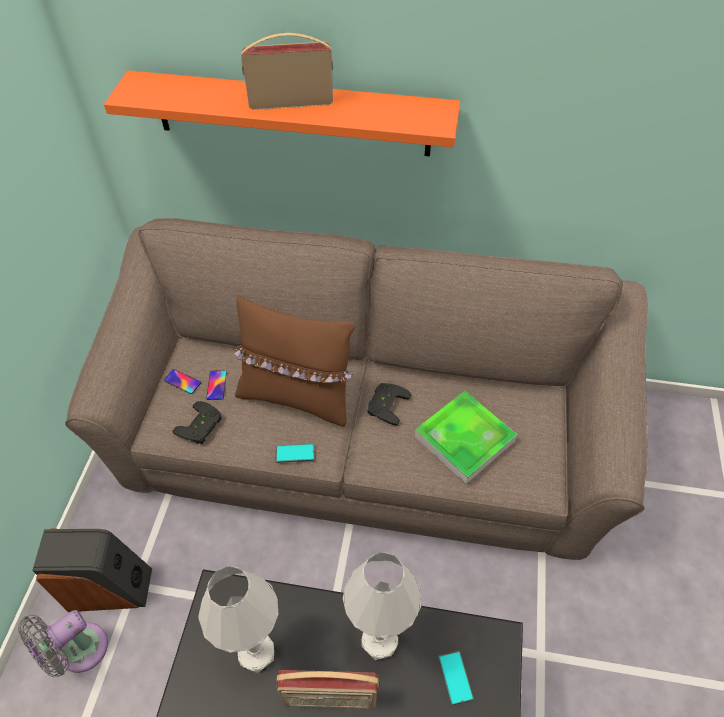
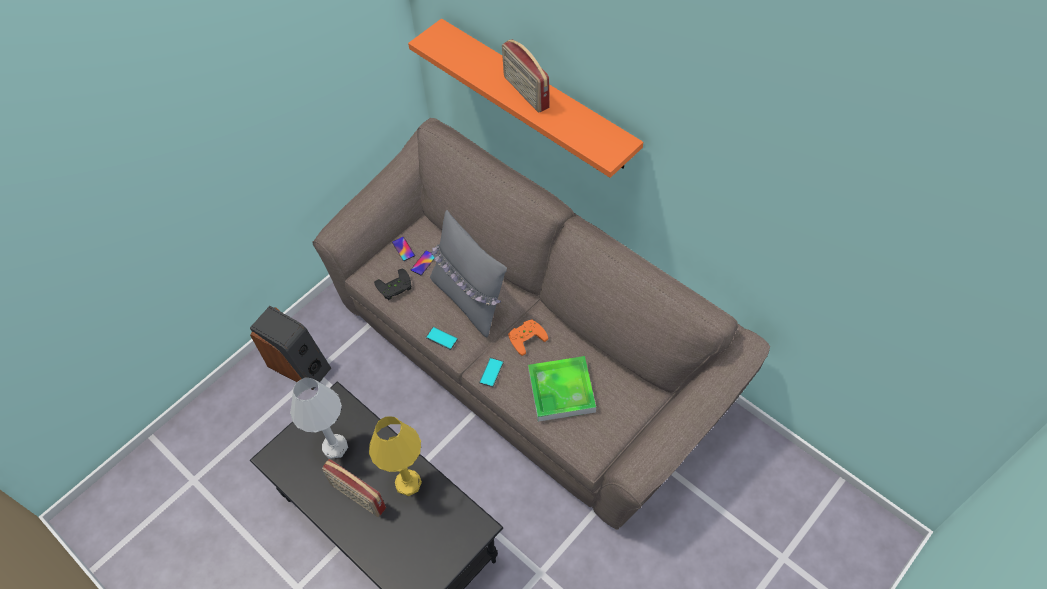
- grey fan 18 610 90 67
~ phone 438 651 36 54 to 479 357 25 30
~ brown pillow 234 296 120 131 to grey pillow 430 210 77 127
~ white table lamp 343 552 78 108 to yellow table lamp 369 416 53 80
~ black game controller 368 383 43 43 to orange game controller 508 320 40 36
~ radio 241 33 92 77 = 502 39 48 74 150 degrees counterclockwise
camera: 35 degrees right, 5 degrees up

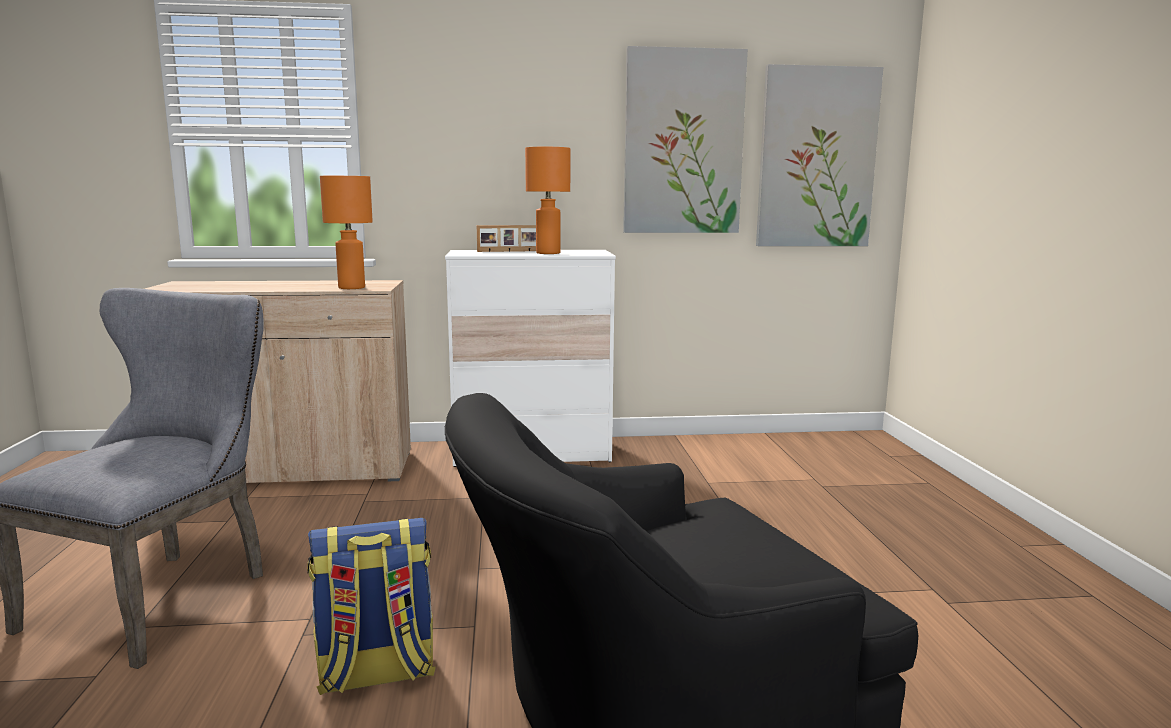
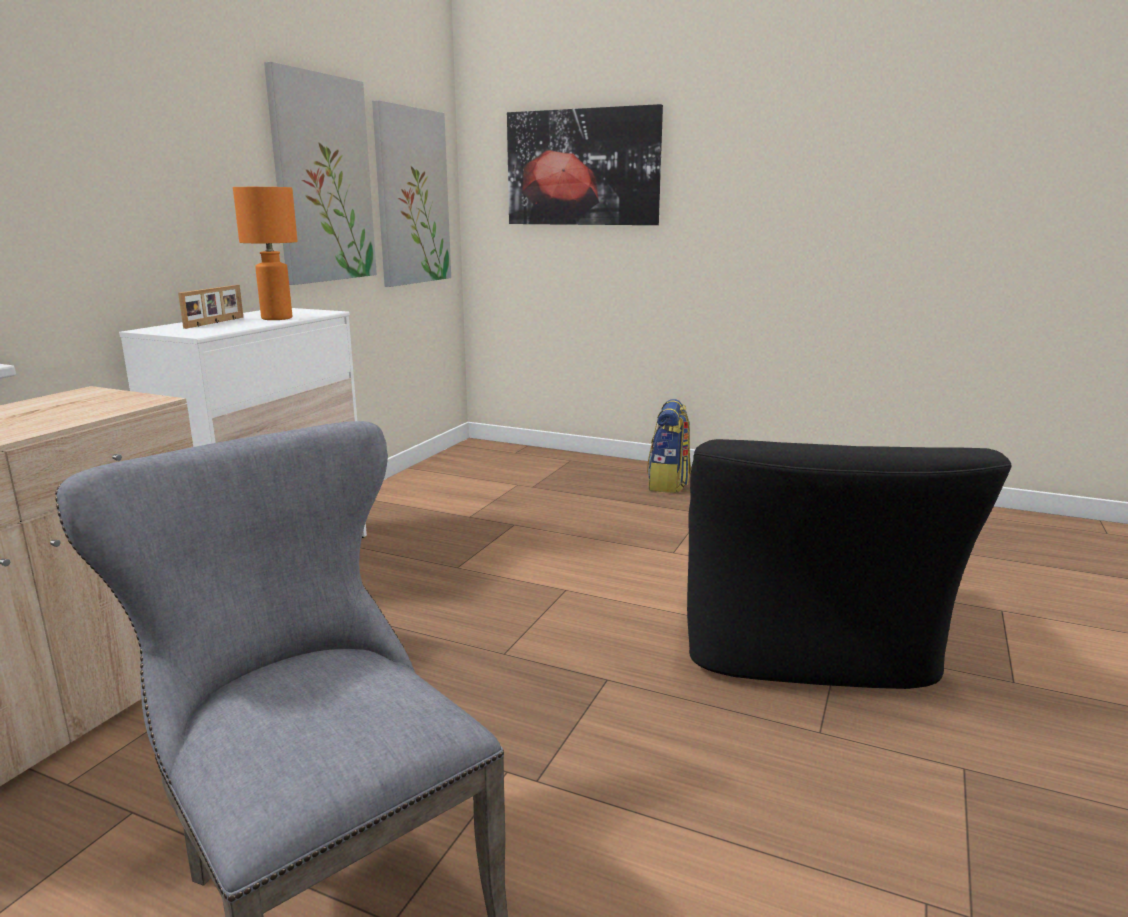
- orange table lamp 320 176 53 113
+ picture 507 104 156 121
~ backpack 307 518 129 177 to 647 399 44 94
camera: 60 degrees left, 5 degrees up

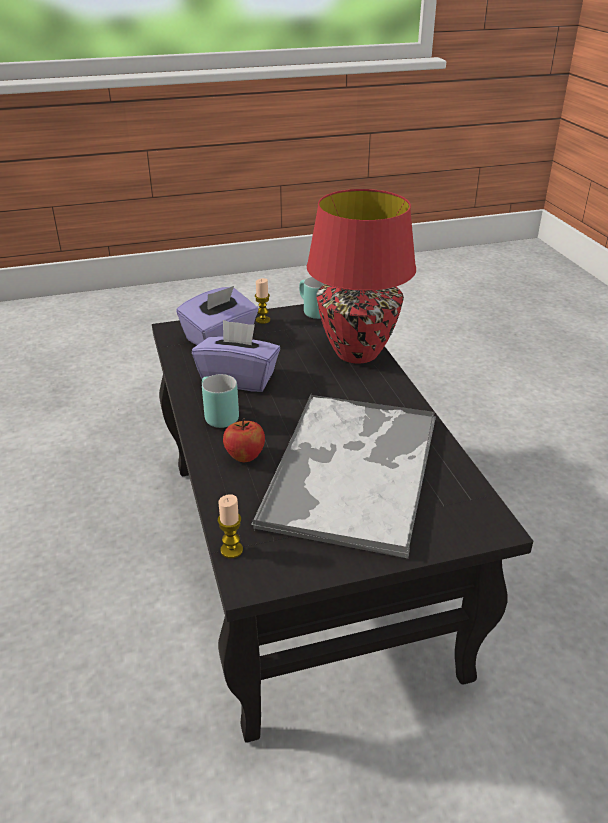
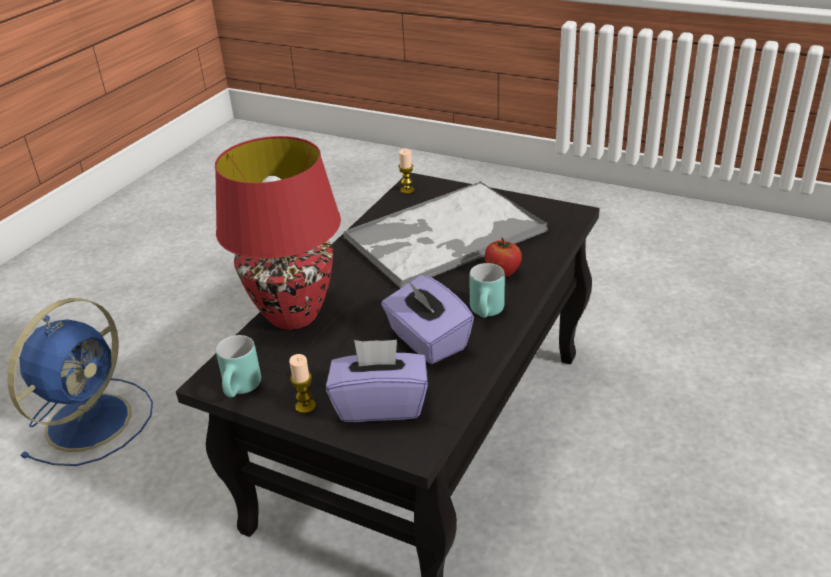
+ blue fan 7 298 146 168
~ candle 218 494 25 64 to 398 149 16 45
camera: 135 degrees left, 0 degrees up

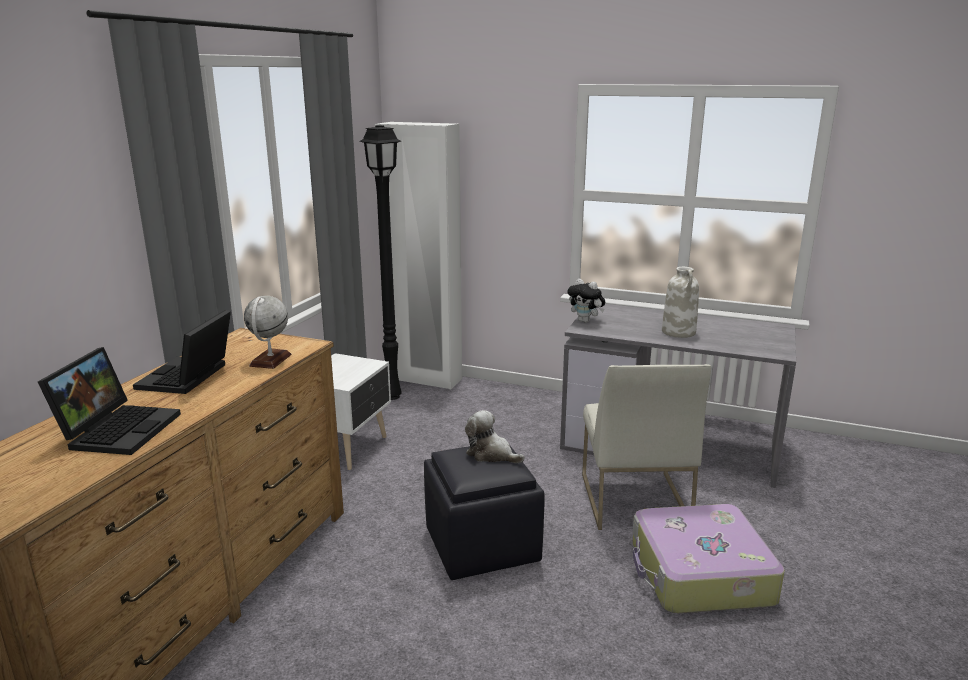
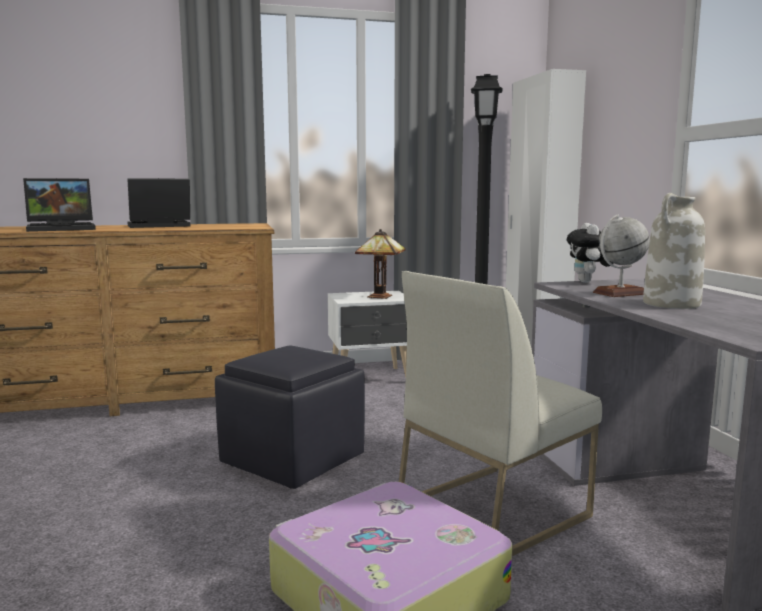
- plush toy 465 410 60 53
+ table lamp 355 229 51 70
~ globe 244 296 48 73 to 593 214 57 83
camera: 55 degrees right, 10 degrees down

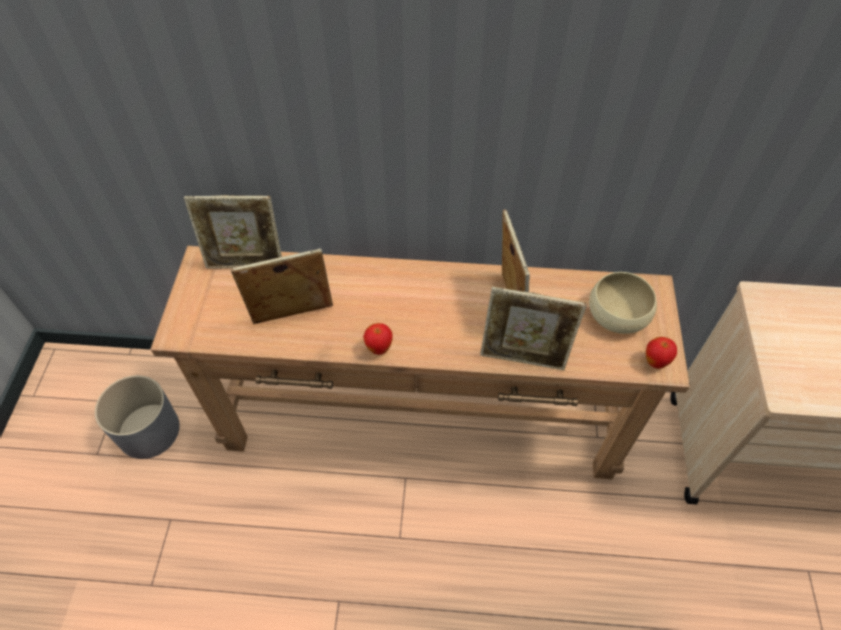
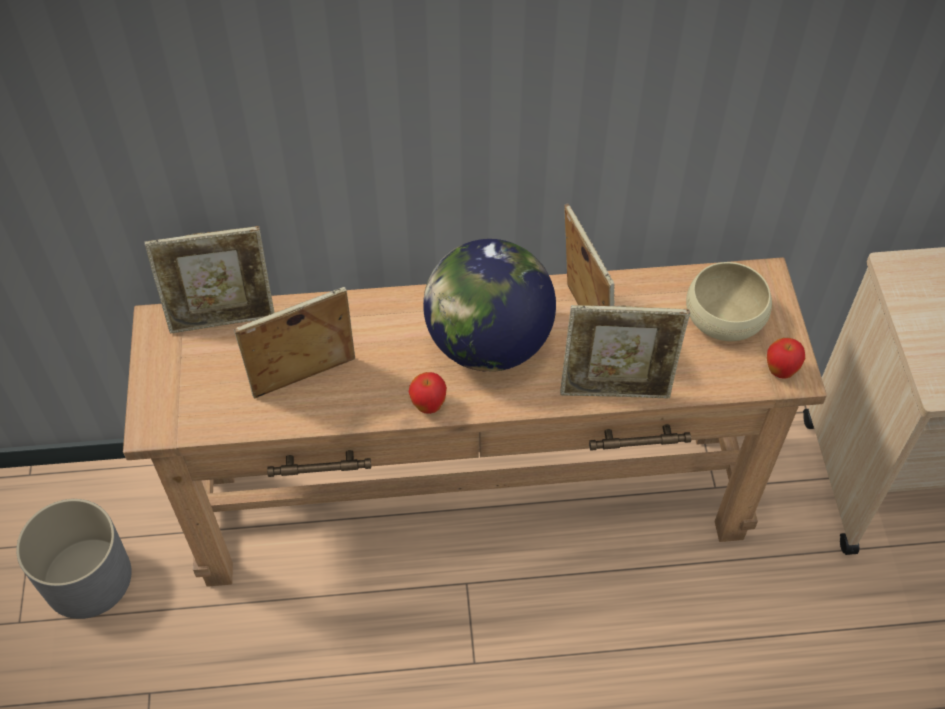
+ globe 423 239 133 133
camera: 10 degrees left, 0 degrees up

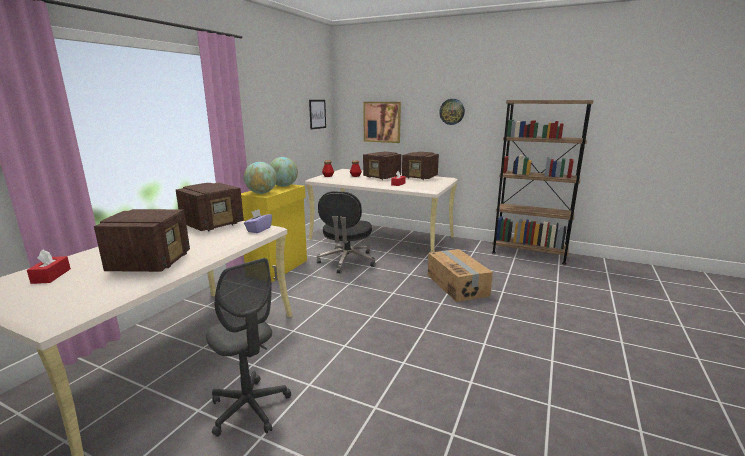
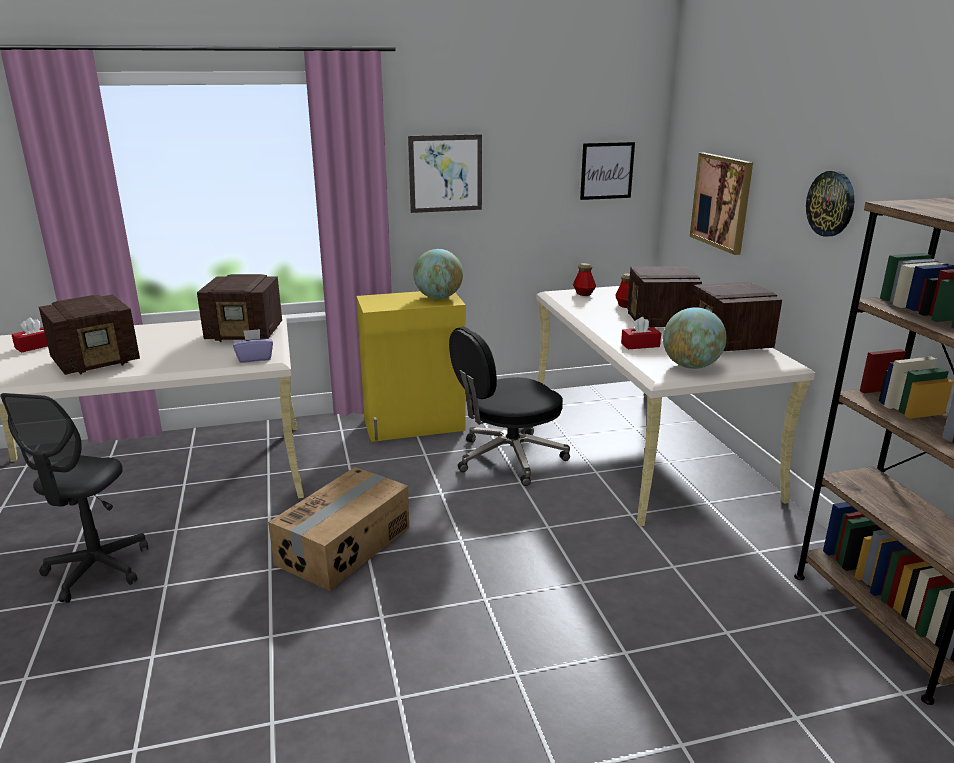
+ picture 408 134 74 79
~ globe 244 162 33 32 to 663 307 64 62
~ cardboard box 428 249 65 53 to 268 467 141 124
camera: 50 degrees right, 5 degrees up

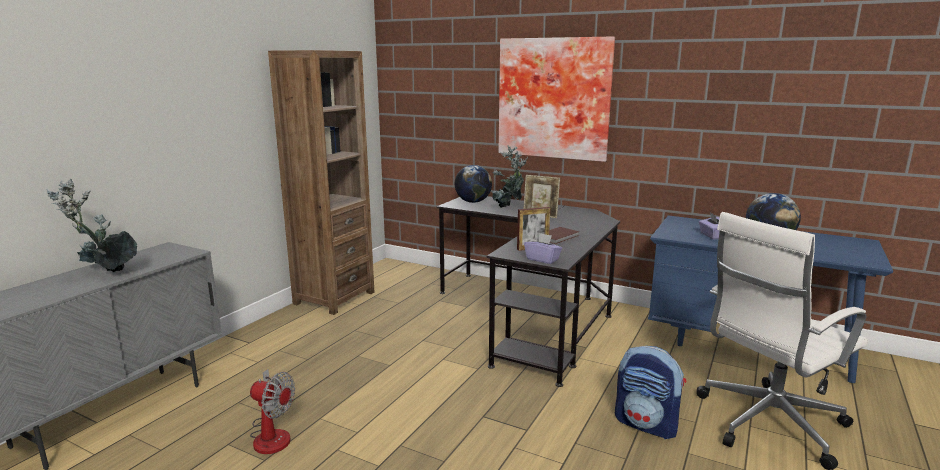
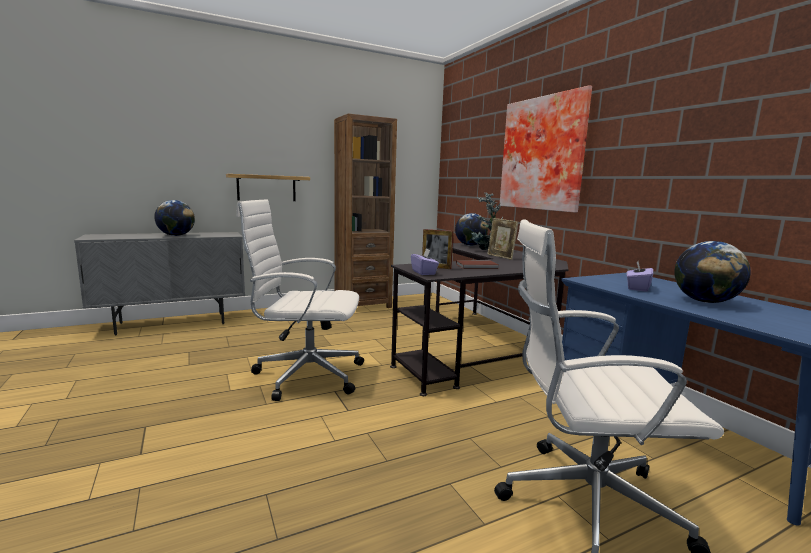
- fan 250 369 45 85
- backpack 615 346 71 93
+ shelf 226 174 84 27
+ white office chair 236 199 128 202
~ potted plant 46 179 91 93 to globe 154 200 41 36
camera: 35 degrees right, 5 degrees down

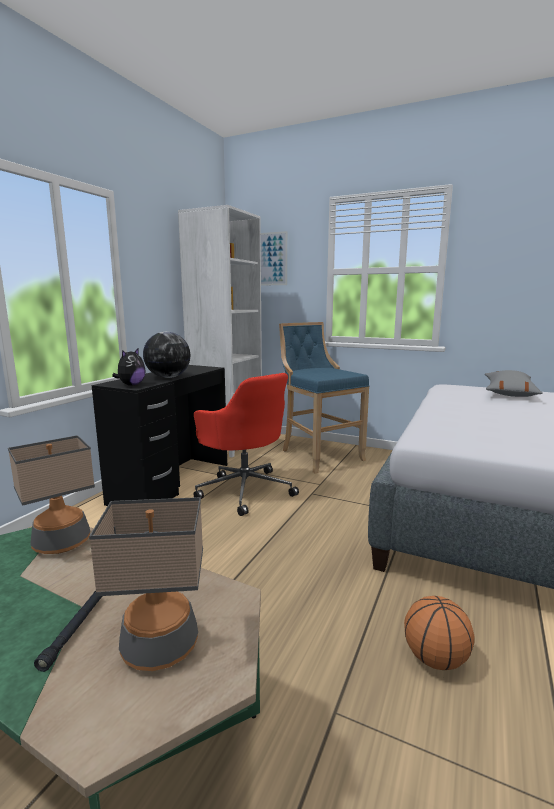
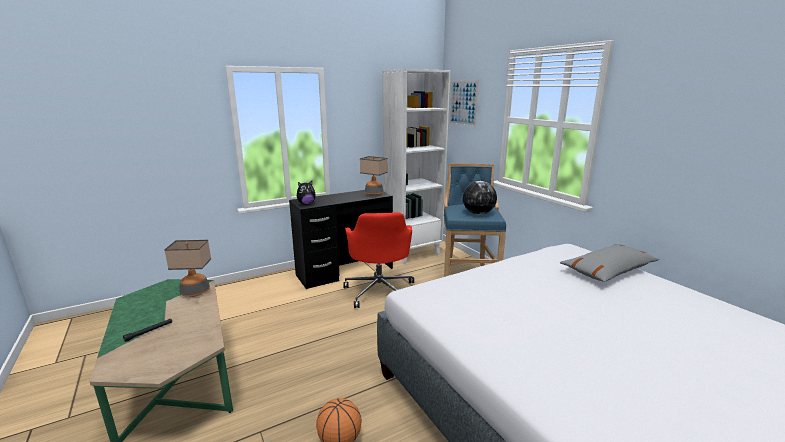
~ table lamp 89 497 114 174 to 360 156 28 40
~ globe 143 332 47 46 to 463 181 34 34
camera: 35 degrees right, 5 degrees up

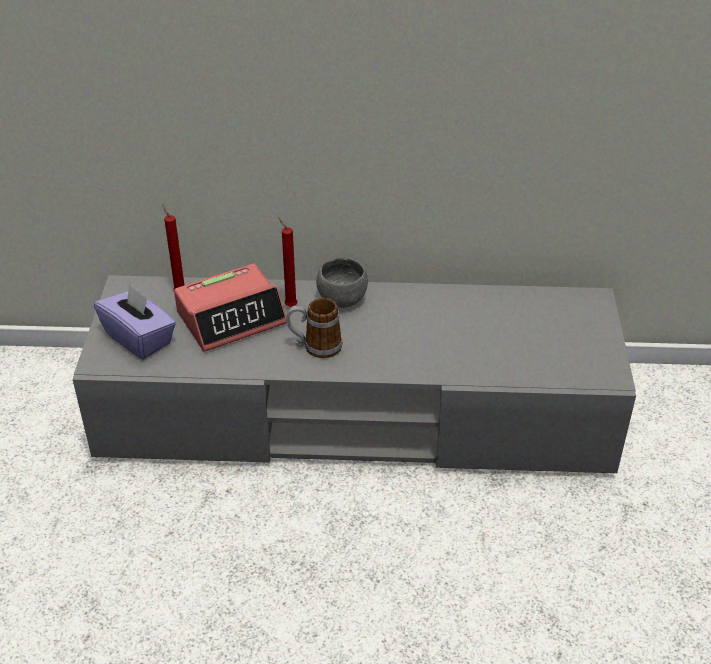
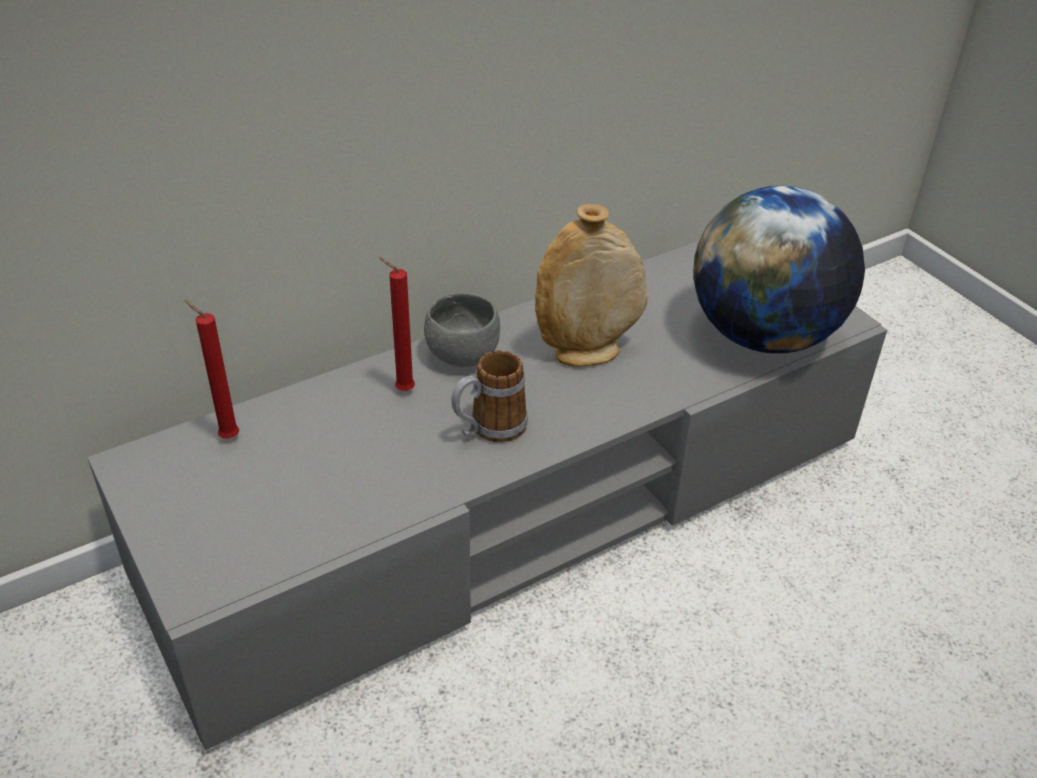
- purple tissue box 94 283 82 76
- alarm clock 174 263 113 89
+ beige vase 535 204 113 163
+ globe 693 186 172 167
camera: 35 degrees left, 0 degrees up

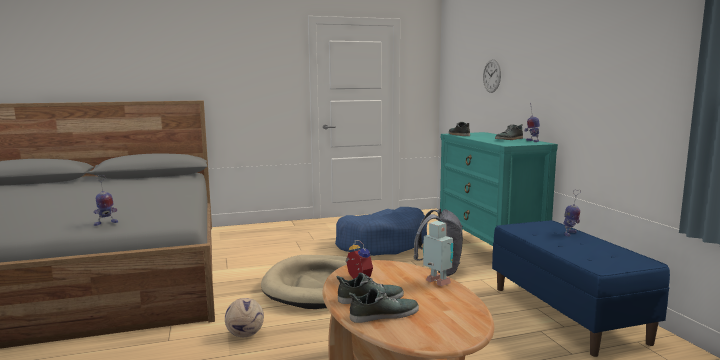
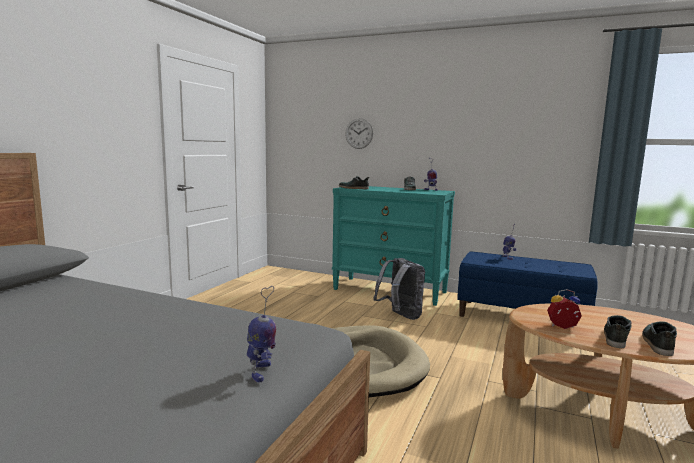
- football 225 298 39 39
- blue dog bed 335 207 92 49
- toy robot 423 221 30 65
camera: 50 degrees left, 0 degrees up

